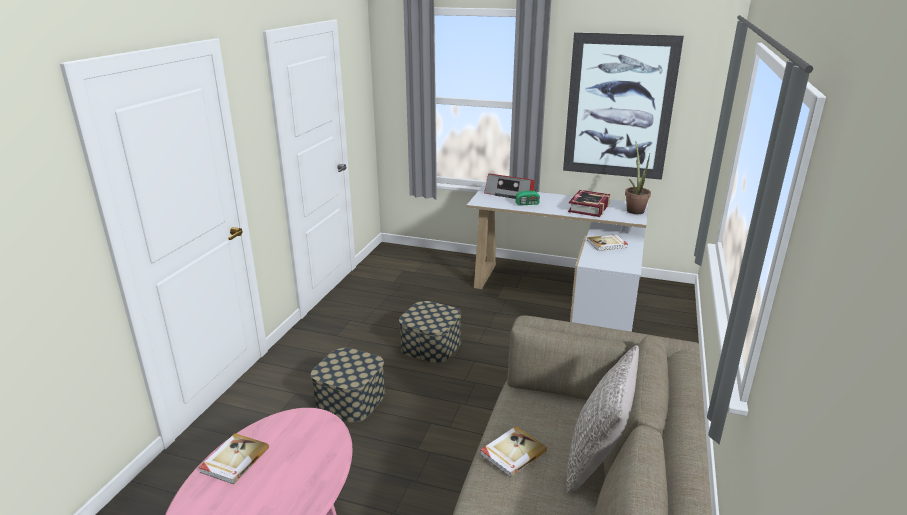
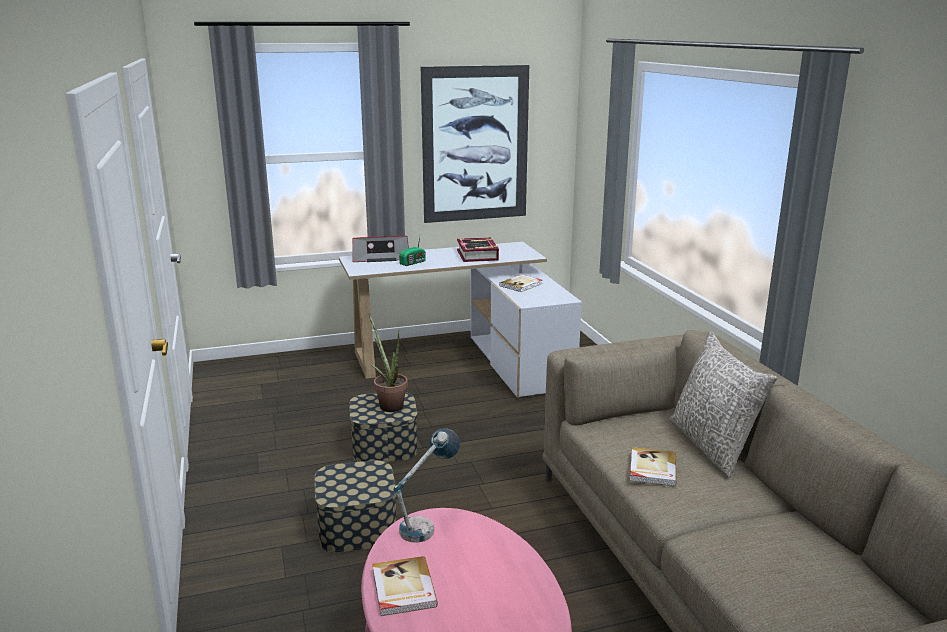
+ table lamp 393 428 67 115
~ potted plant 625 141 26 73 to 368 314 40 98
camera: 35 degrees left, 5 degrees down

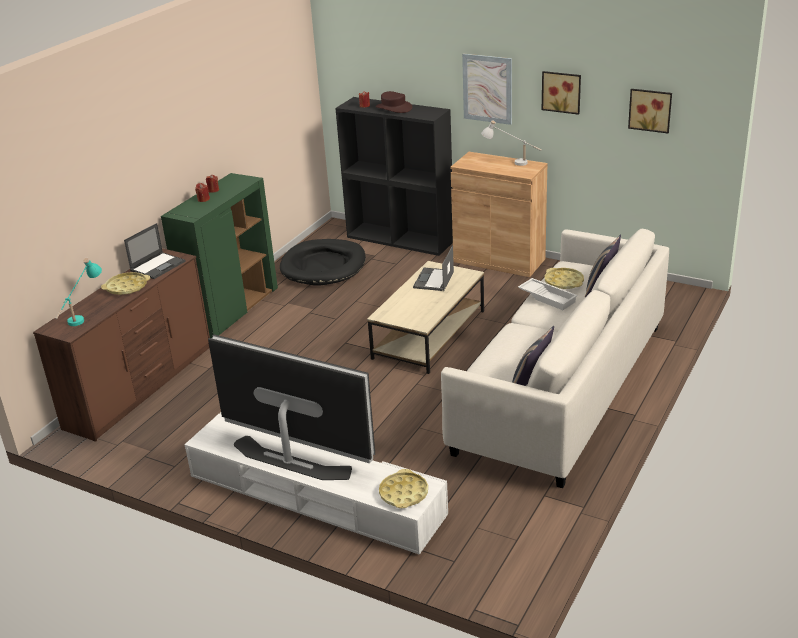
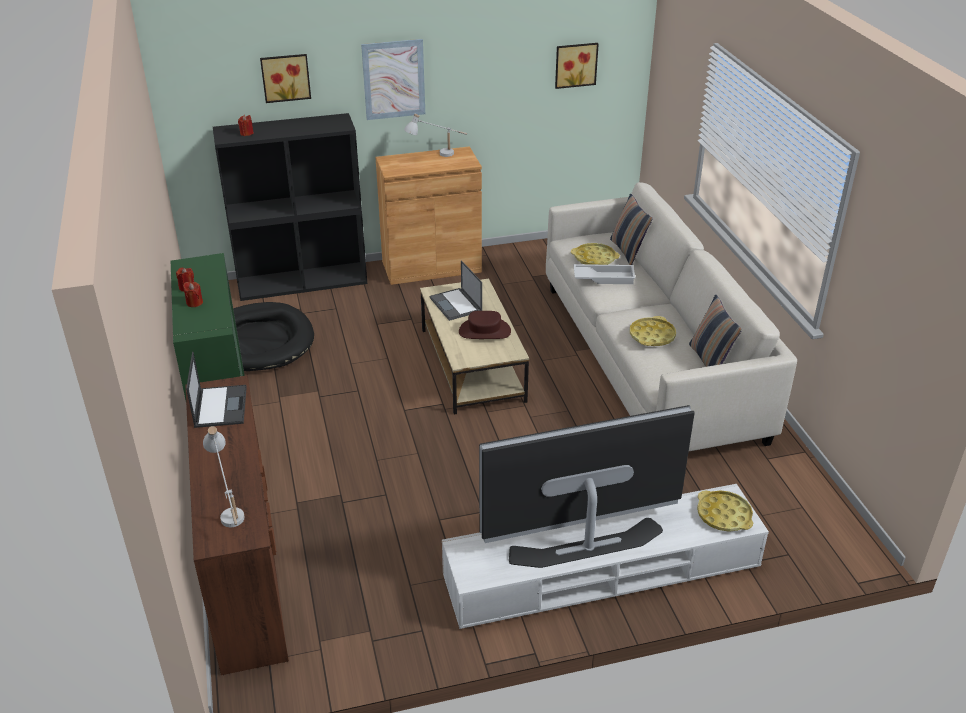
~ yellow tray 101 272 49 23 to 630 316 46 30
~ brown hat 376 91 36 22 to 459 311 52 28
~ picture 542 71 39 44 to 260 54 51 49
~ turquoise table lamp 55 258 47 68 to white table lamp 203 426 42 101
camera: 45 degrees left, 5 degrees up

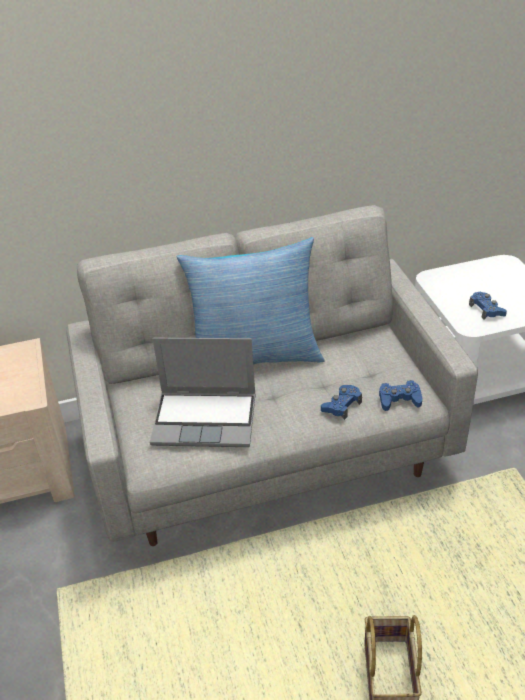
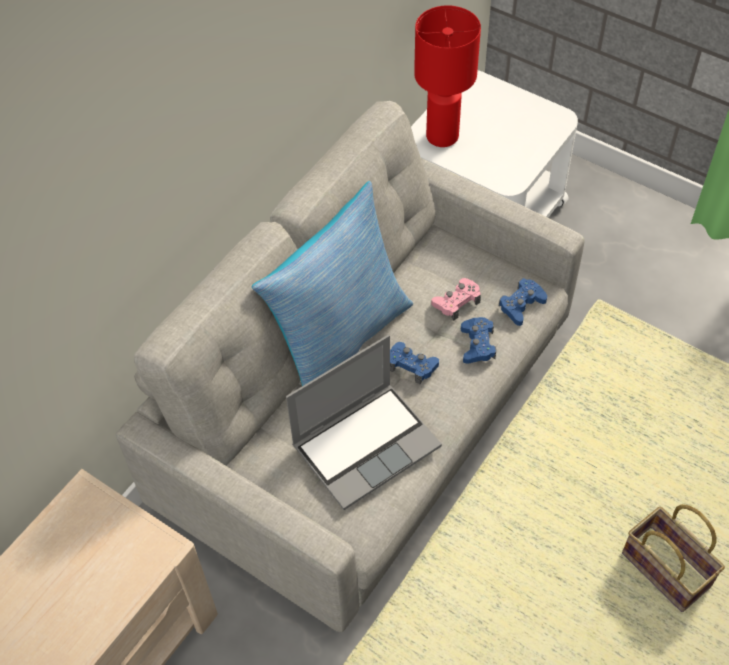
+ red table lamp 414 5 67 142
+ pink game controller 431 278 50 43
~ blue game controller 469 292 38 27 to 390 342 49 43
camera: 40 degrees left, 15 degrees up

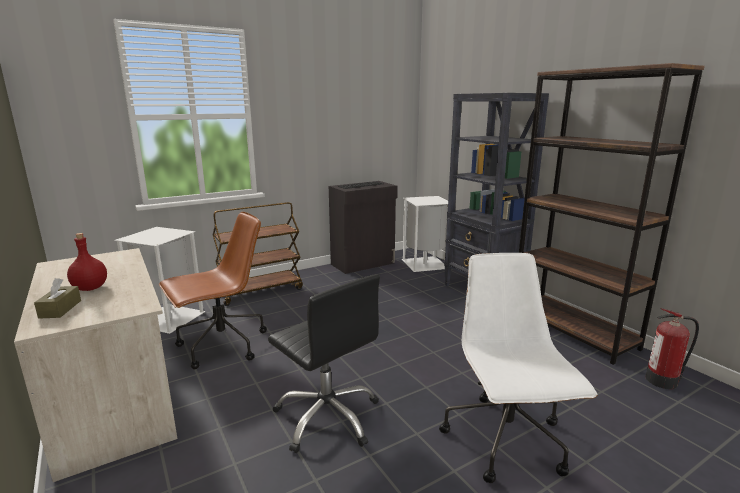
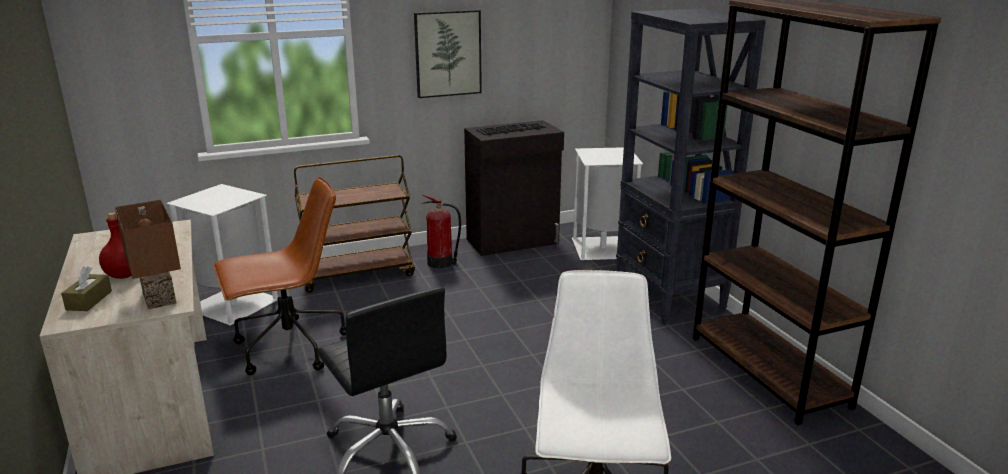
+ brown table lamp 115 200 66 110
+ picture 414 10 68 88
~ fire extinguisher 645 308 54 81 to 422 194 39 74
camera: 10 degrees right, 5 degrees up

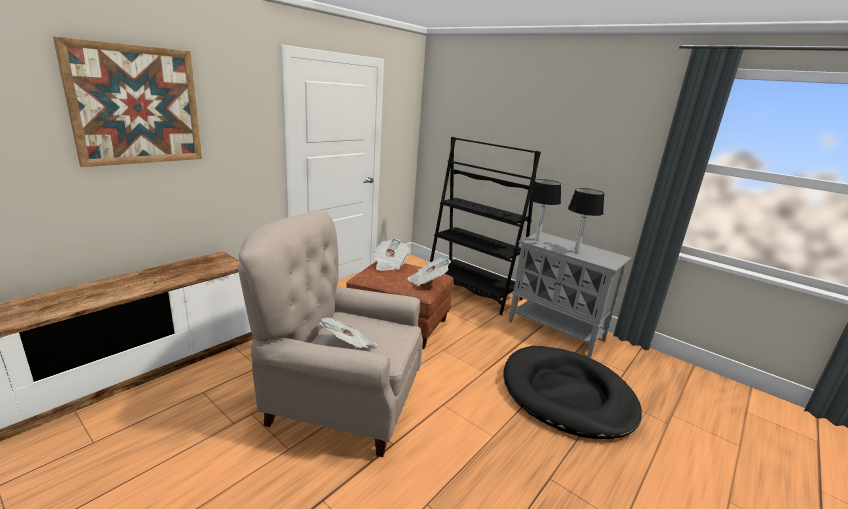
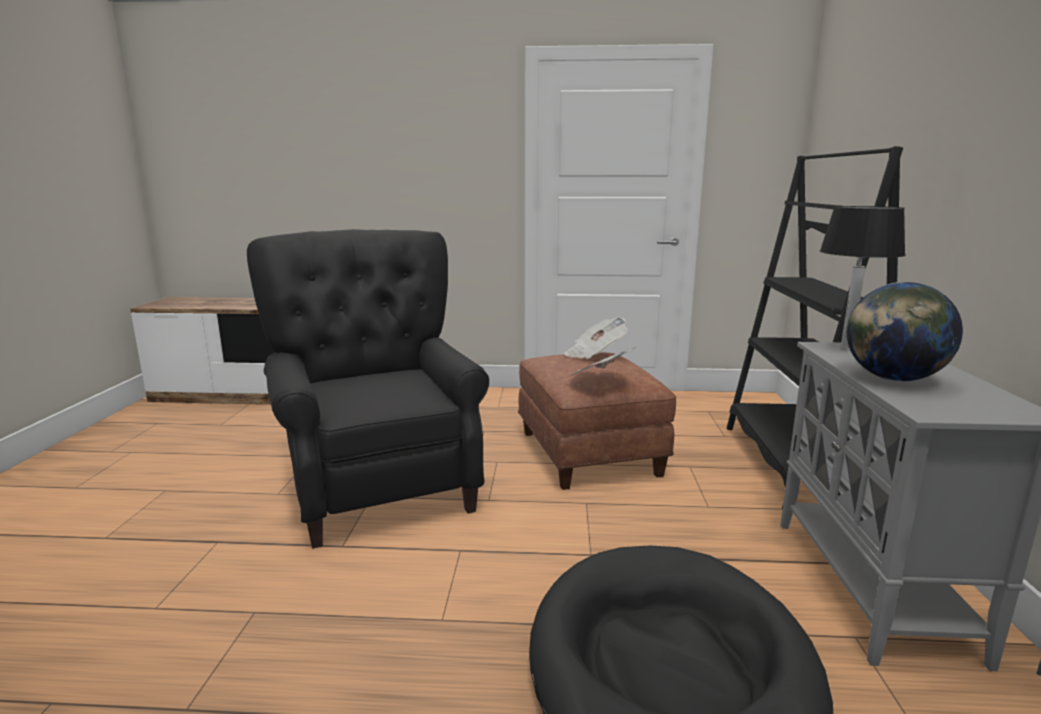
- picture 53 36 149 131
- newspaper 319 317 59 31
~ table lamp 568 188 37 66 to globe 847 282 116 100
~ beige armchair 237 210 186 247 to black armchair 247 229 242 320
camera: 55 degrees right, 5 degrees down

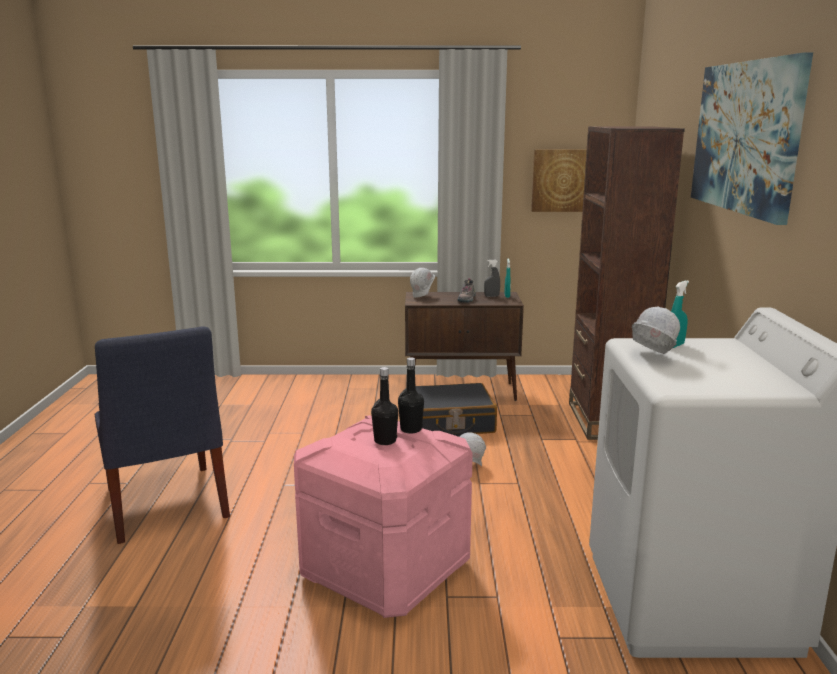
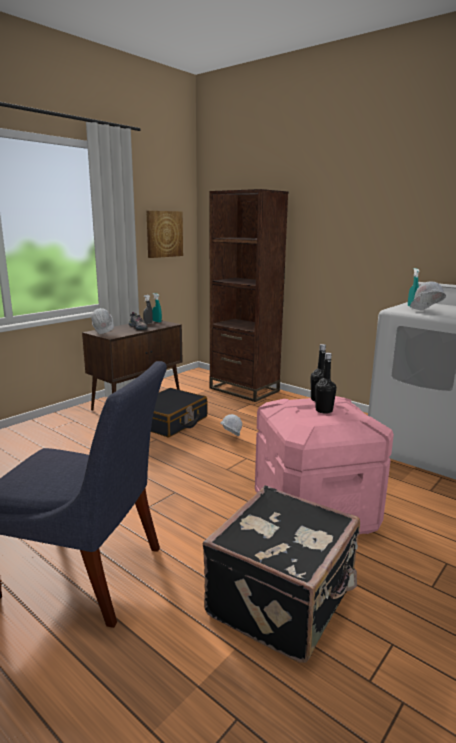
- picture 691 53 122 172
+ black suitcase 202 485 158 178
camera: 50 degrees left, 0 degrees up

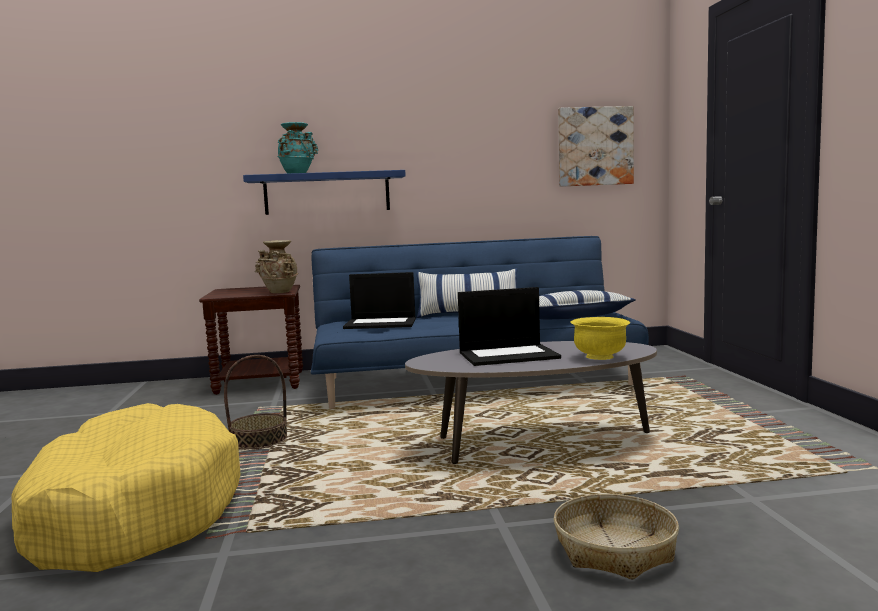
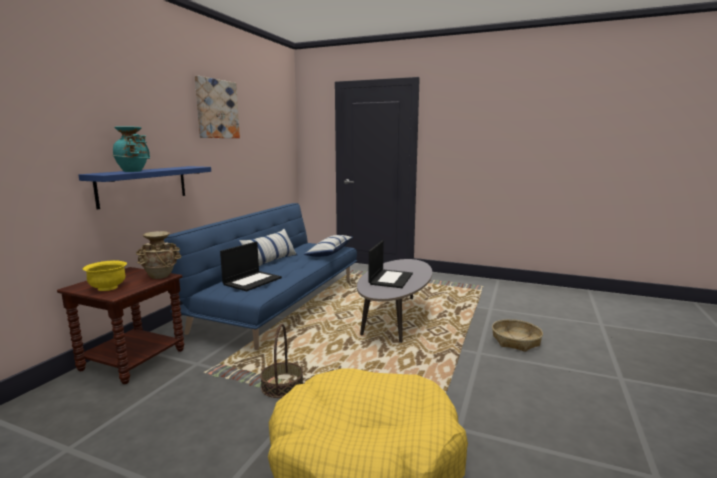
~ picture 558 106 76 81 to 195 76 45 62
~ yellow bowl 570 317 60 43 to 83 260 44 31
camera: 60 degrees left, 5 degrees up

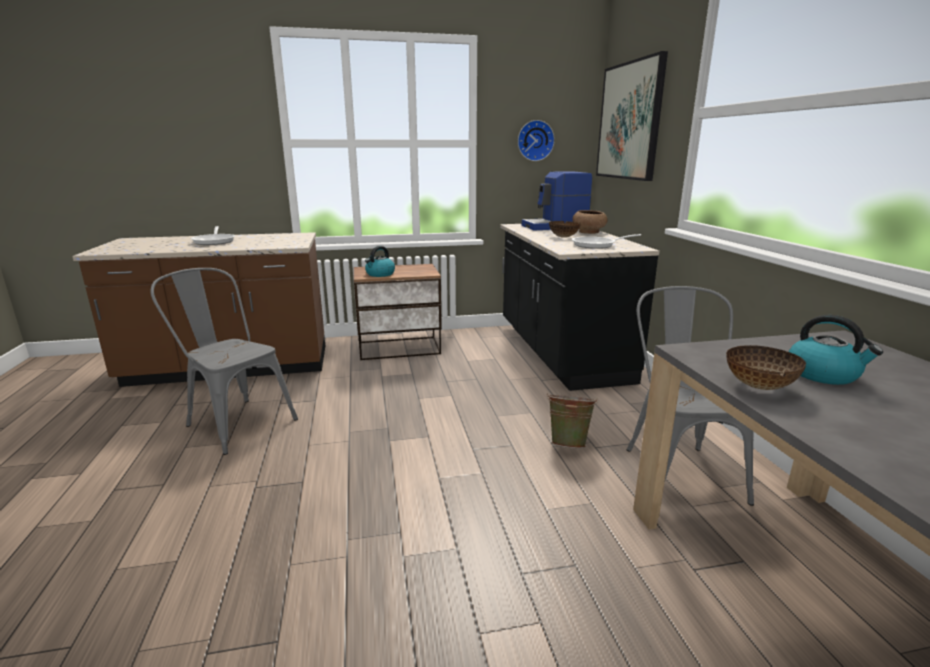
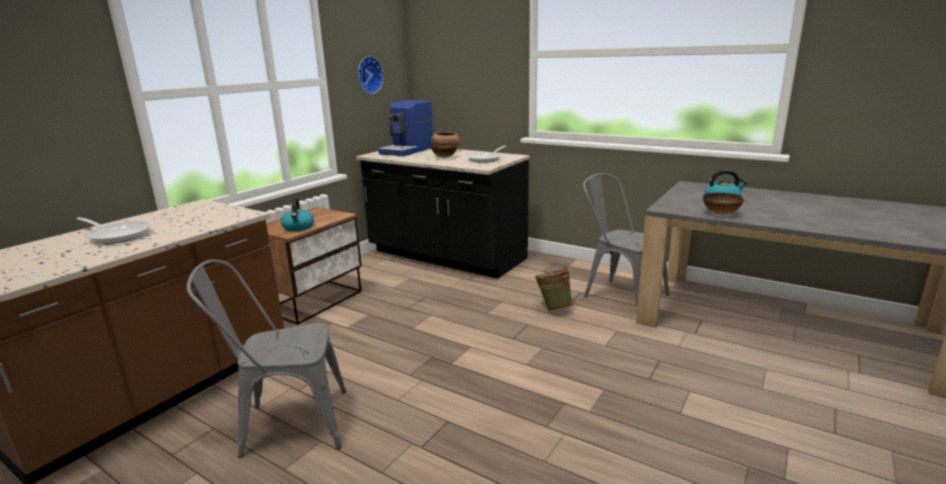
- picture 596 51 72 130
camera: 45 degrees left, 0 degrees up

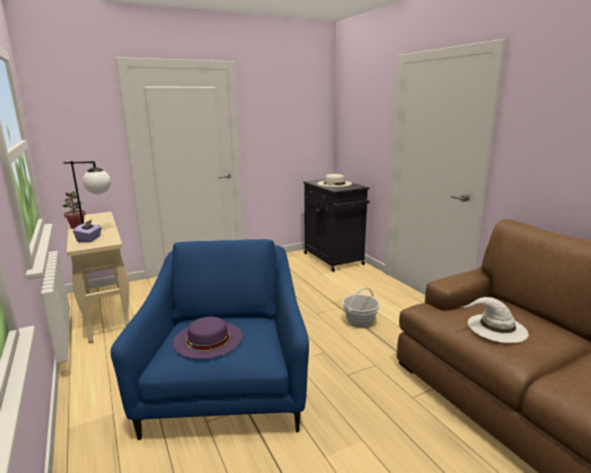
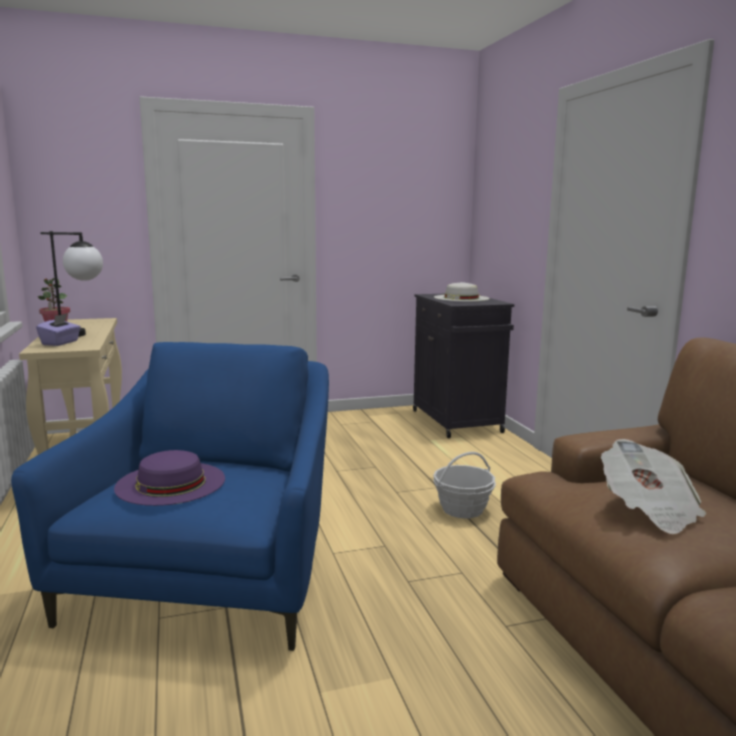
~ white hat 462 297 66 46 to newspaper 601 439 105 95
camera: 10 degrees right, 5 degrees down

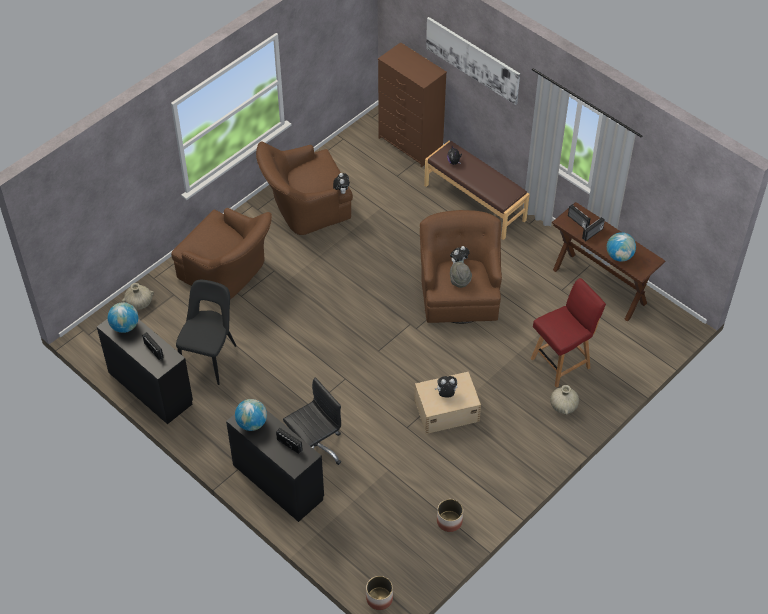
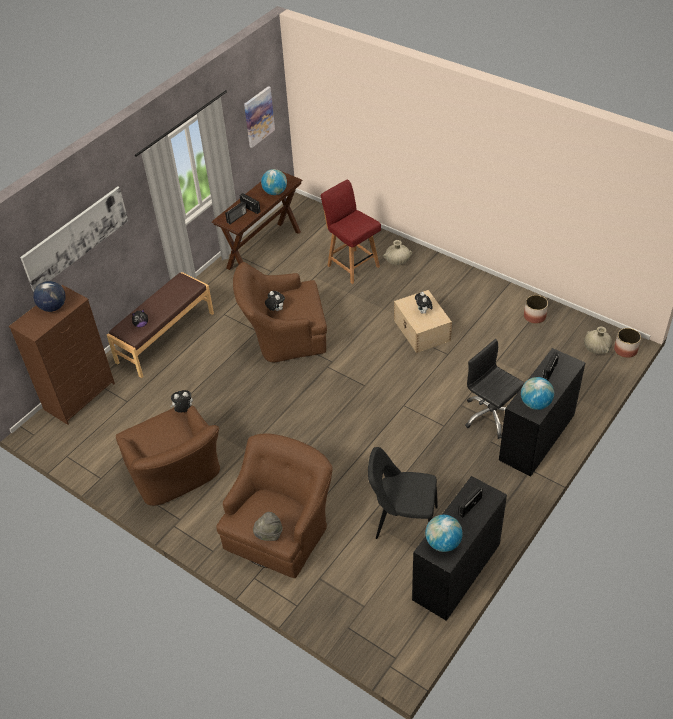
+ globe 33 281 33 31
+ picture 244 86 31 62
~ beige vase 122 283 32 27 to 584 326 28 28
~ grey hat 450 262 22 26 to 253 512 30 29
camera: 95 degrees left, 5 degrees down

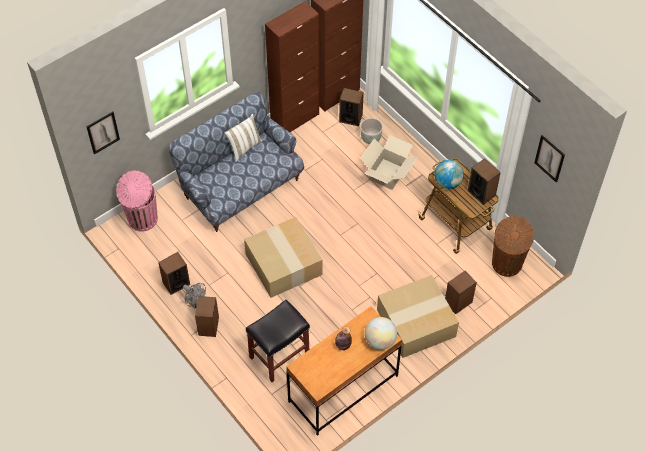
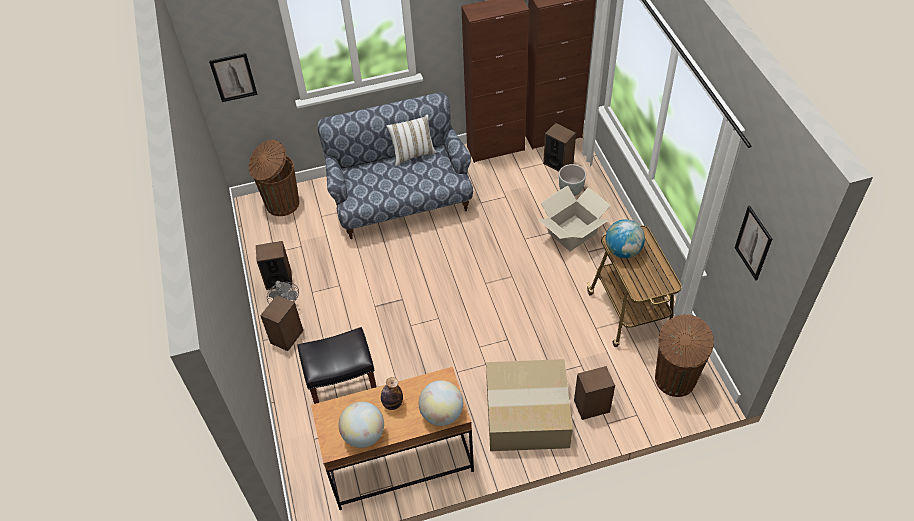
- cardboard box 244 217 78 81
- speaker 468 158 33 47
+ globe 338 402 46 46
~ pink trash can 116 171 42 61 to brown trash can 249 140 50 76
camera: 25 degrees right, 5 degrees down

